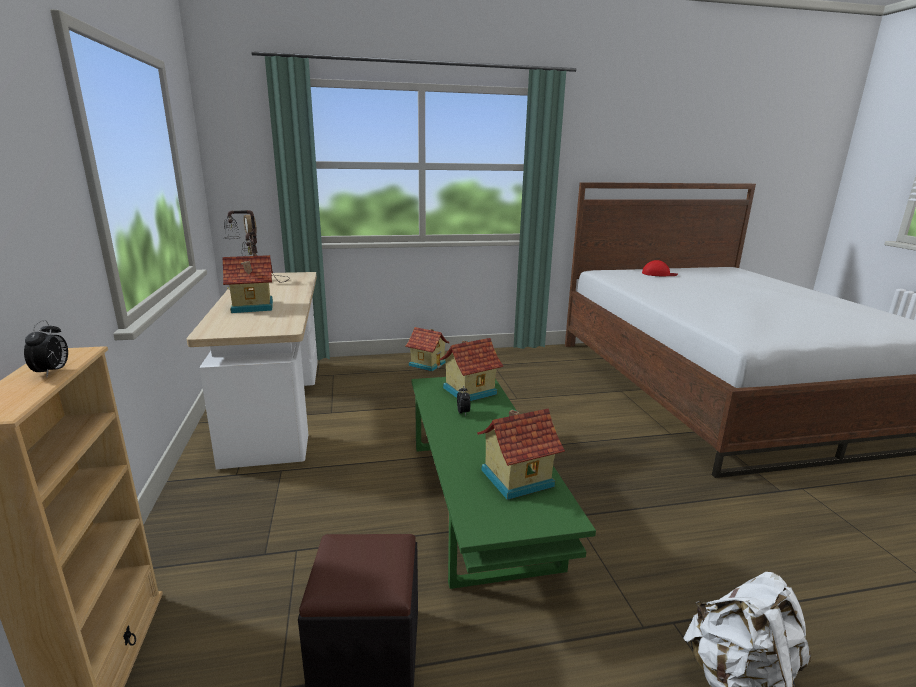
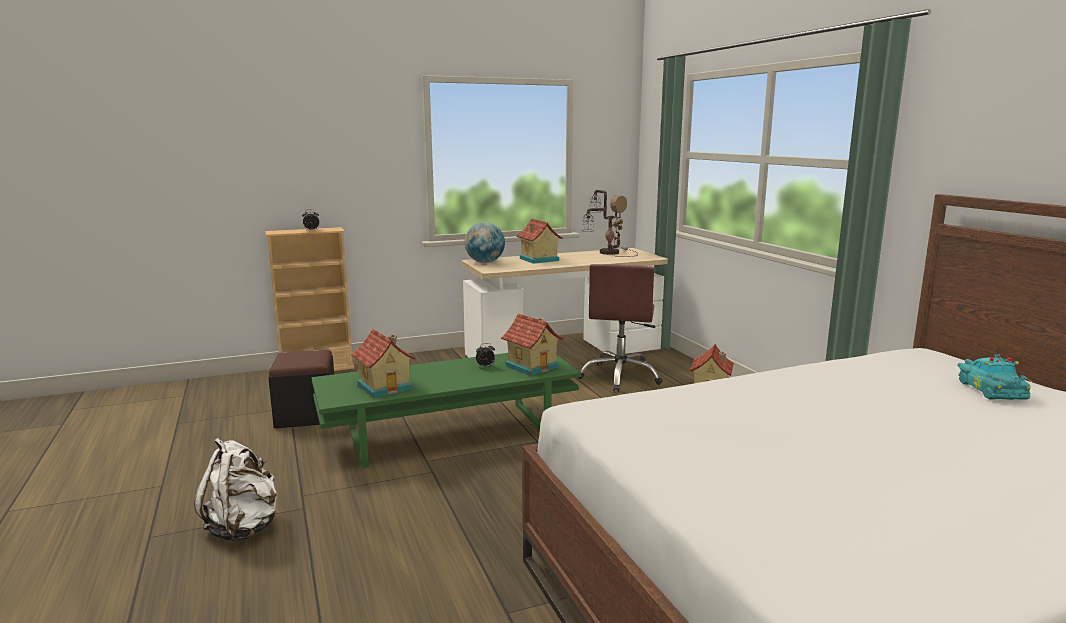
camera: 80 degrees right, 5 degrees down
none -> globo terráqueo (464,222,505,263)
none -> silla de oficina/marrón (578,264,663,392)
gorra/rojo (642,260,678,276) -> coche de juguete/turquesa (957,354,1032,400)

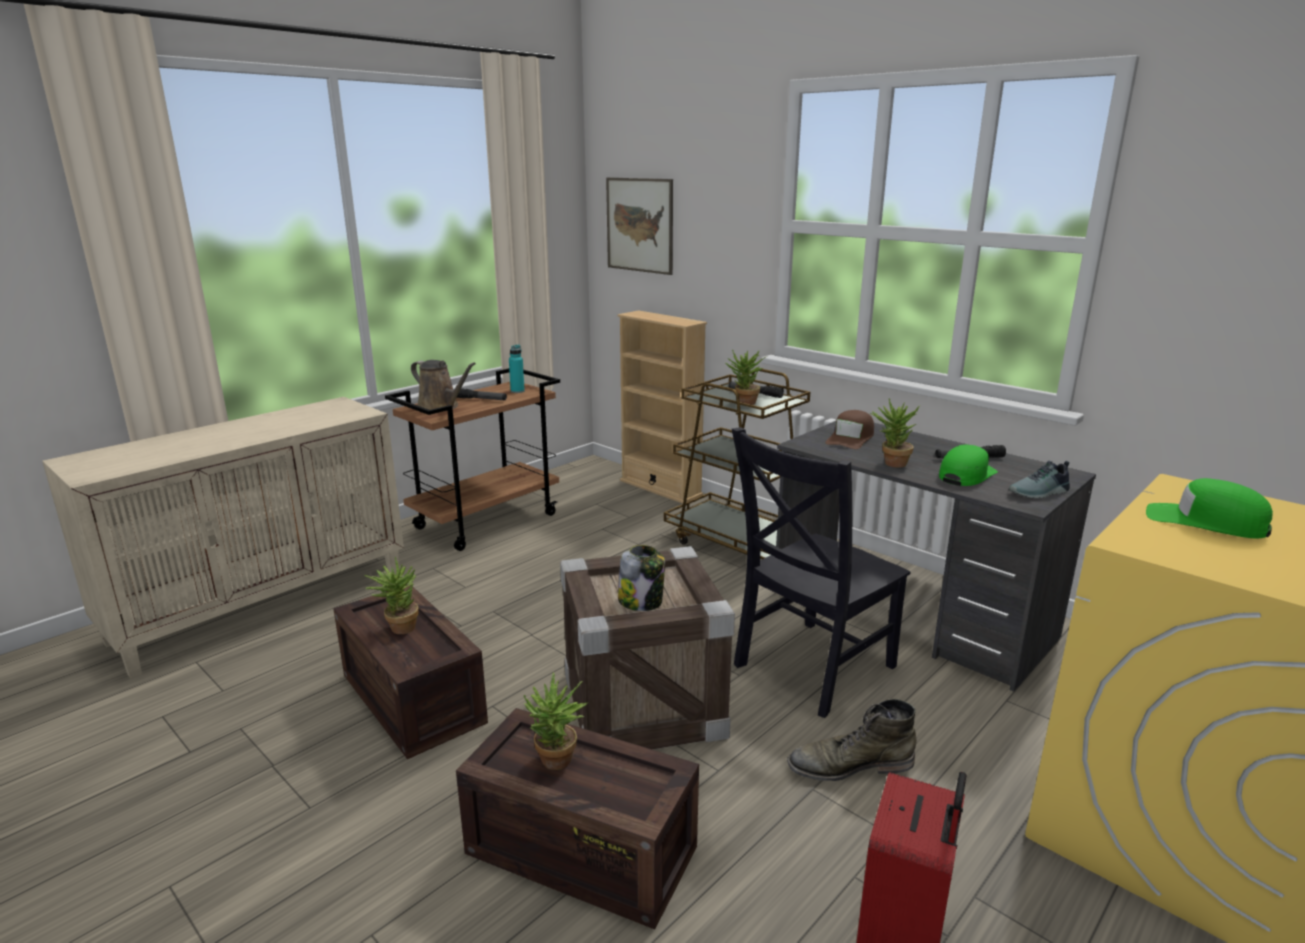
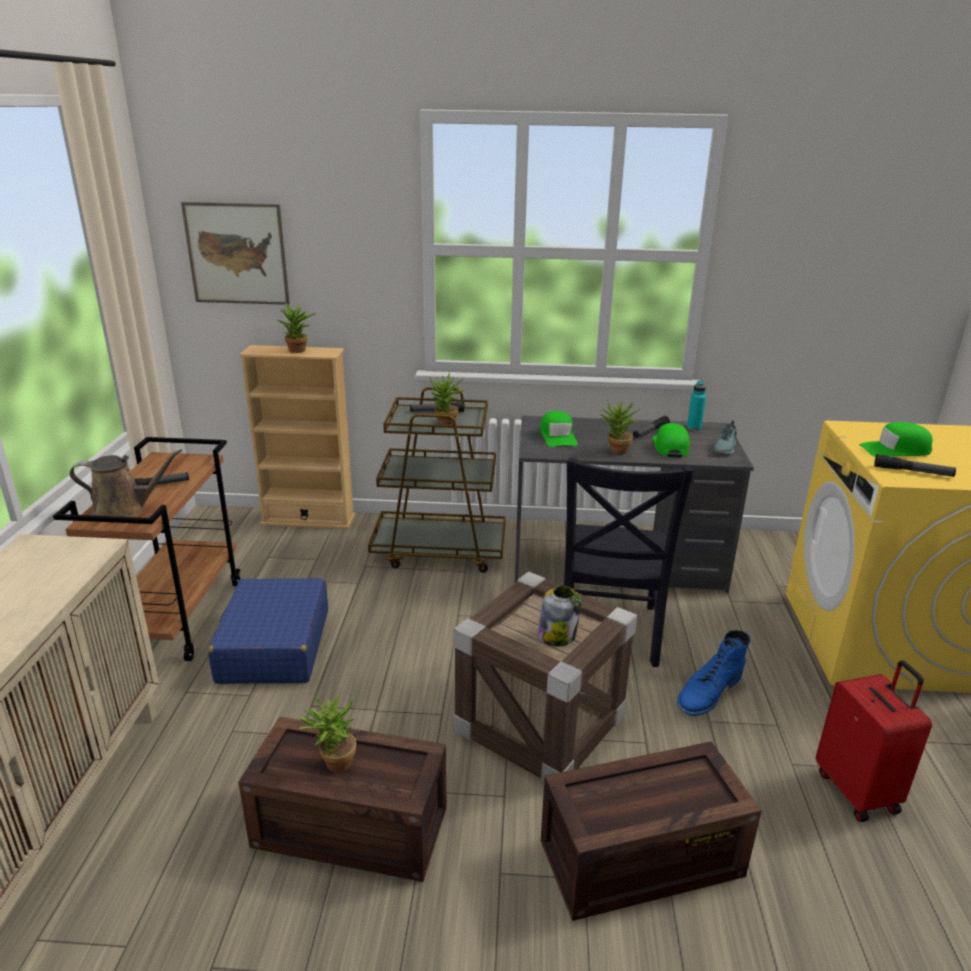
camera: 40 degrees left, 5 degrees up
none -> maleta/azul (208,578,328,684)
none -> linterna (874,454,956,477)
botella/turquesa (509,345,525,393) -> botella/turquesa (687,380,706,431), shifted
planta en maceta (524,672,588,770) -> planta en maceta (278,303,316,353), shifted
bota/verde (787,699,916,781) -> bota/azul (677,630,751,716)
gorra/marrón (825,410,874,449) -> gorra/verde (540,411,578,447)

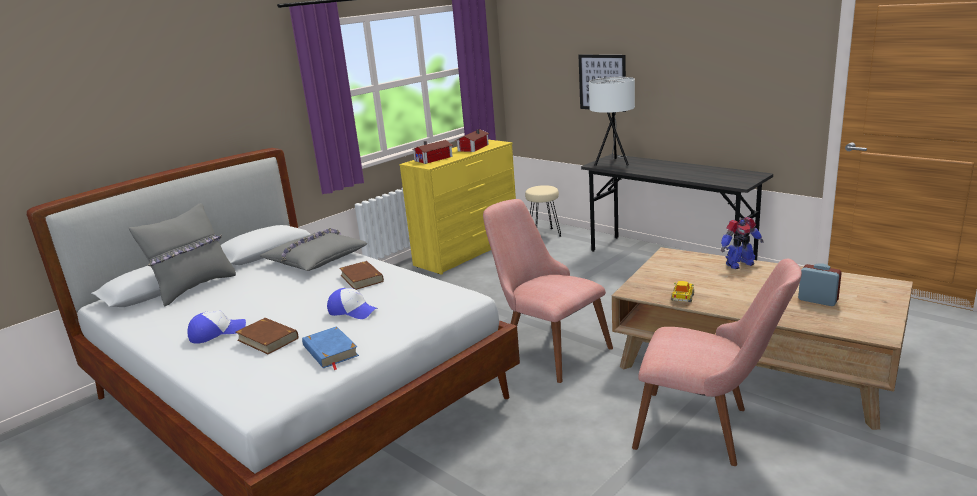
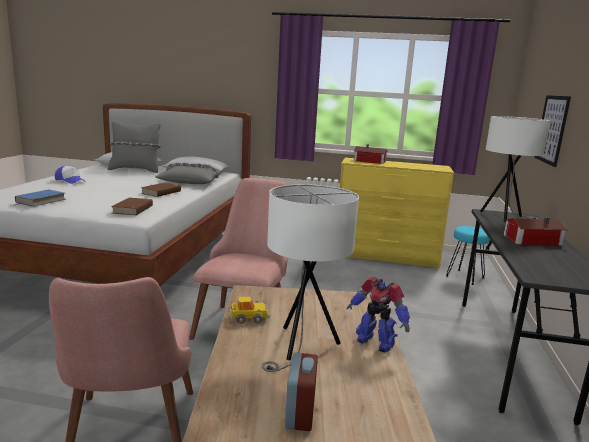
camera: 55 degrees right, 5 degrees down
gorra (327,288,378,319) -> none
none -> lámpara de mesa/blanco (261,184,359,372)
libro/marrón (236,318,298,354) -> libro/marrón (111,198,153,215), shifted
casita (457,129,489,152) -> casita (504,217,568,245), shifted
taburete/beis (525,185,561,237) -> taburete/turquesa (446,226,490,285)

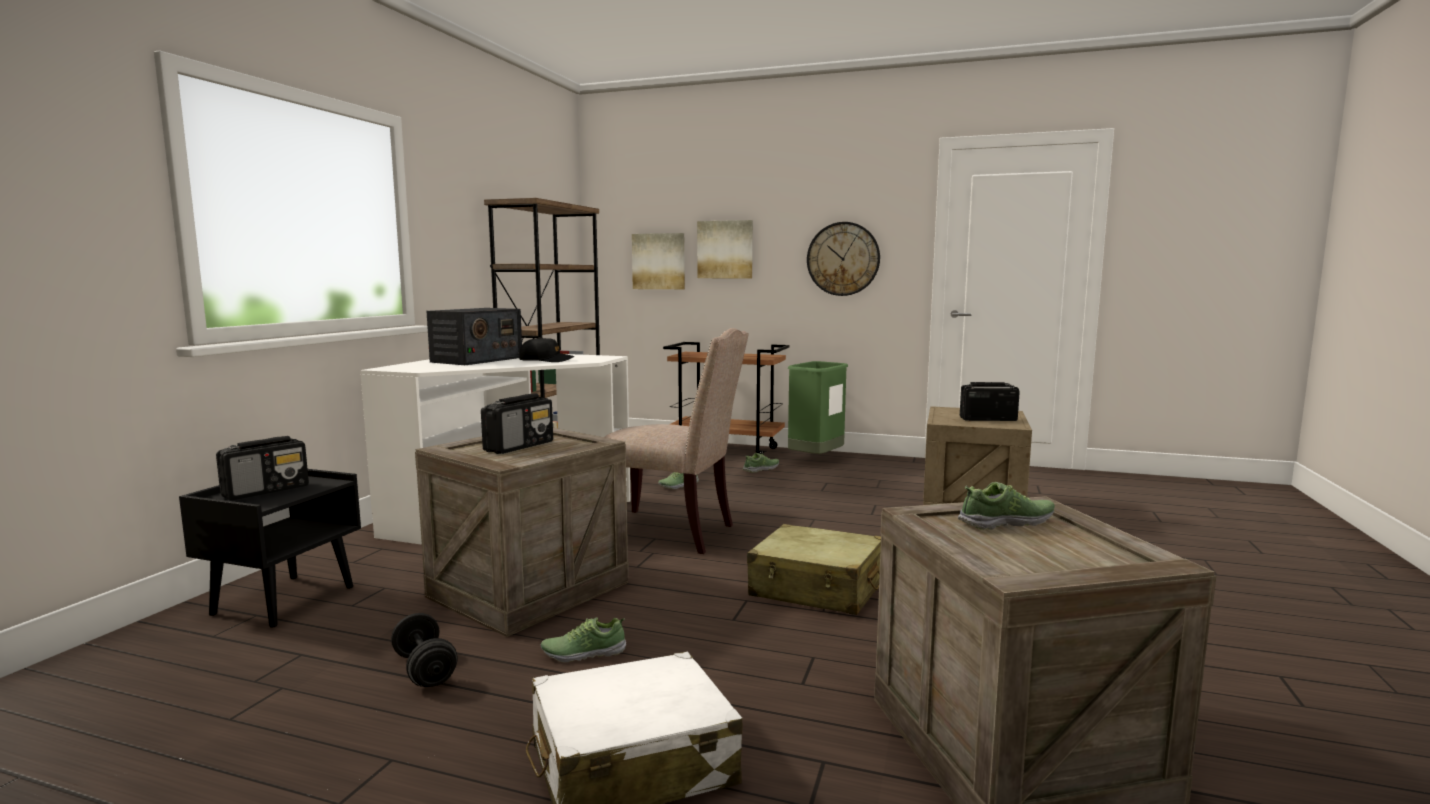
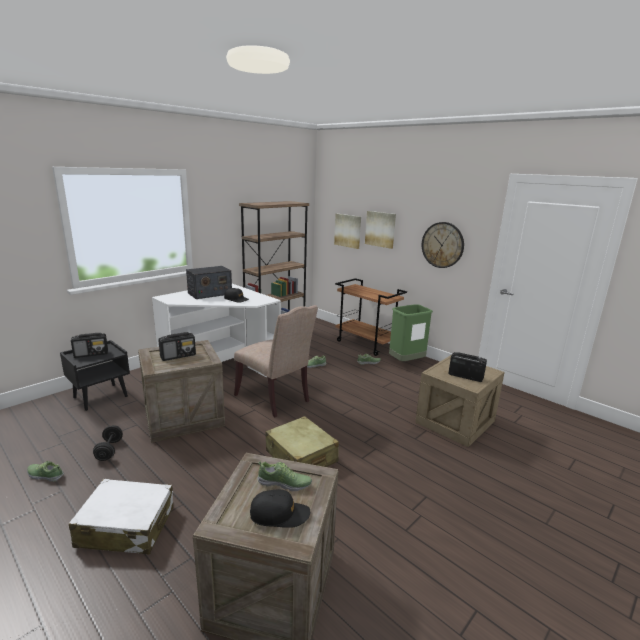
camera: 25 degrees right, 10 degrees up
none -> gorra/negro (250,490,310,528)
zapato (541,618,626,663) -> zapato (27,461,64,482), shifted

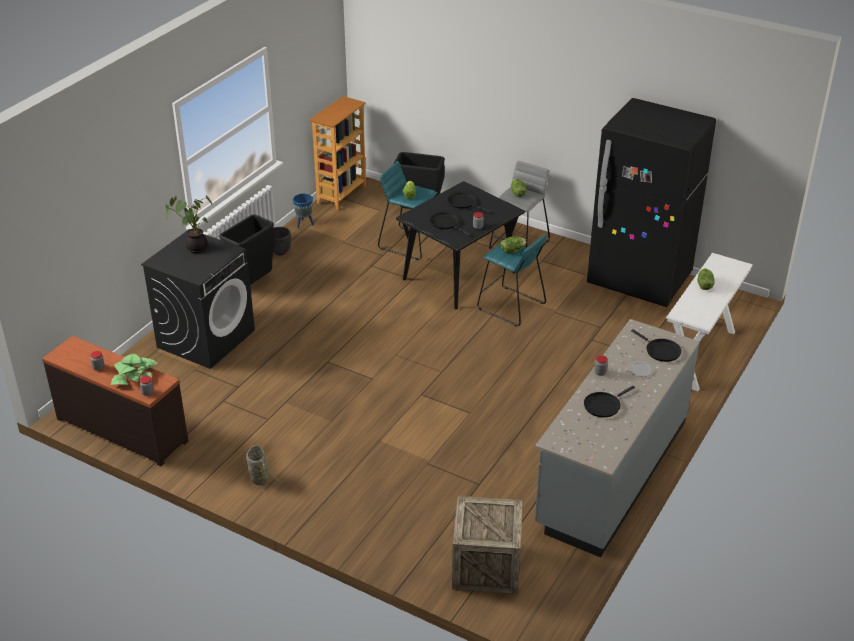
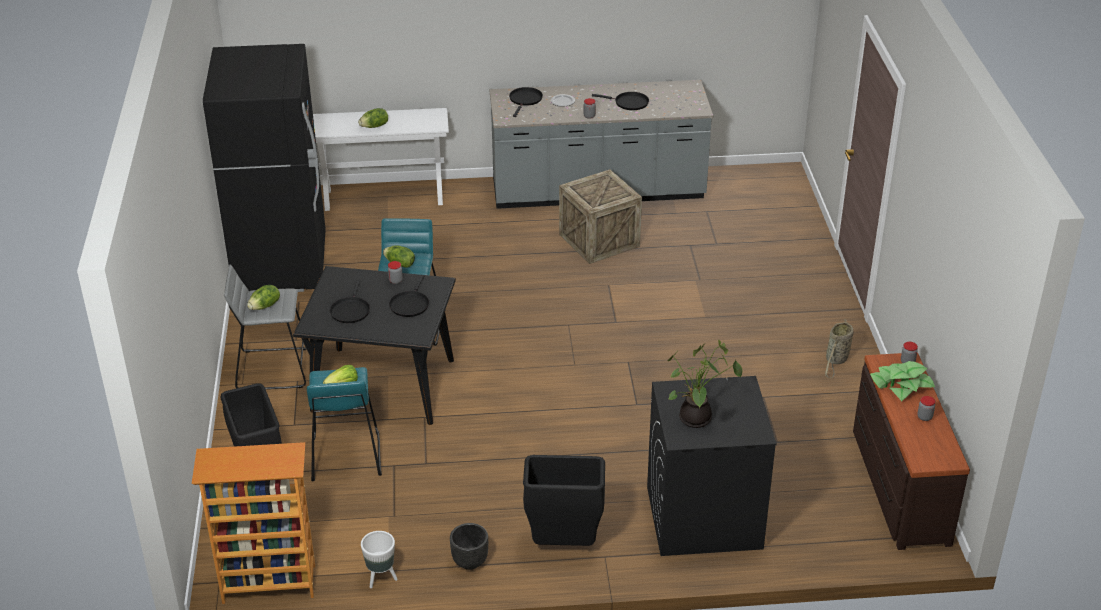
camera: 125 degrees left, 0 degrees up
caja de embalaje (452,496,523,594) -> caja de embalaje (559,169,642,264), shifted
maceta/azul (293,194,314,228) -> maceta/blanco (361,531,398,588)

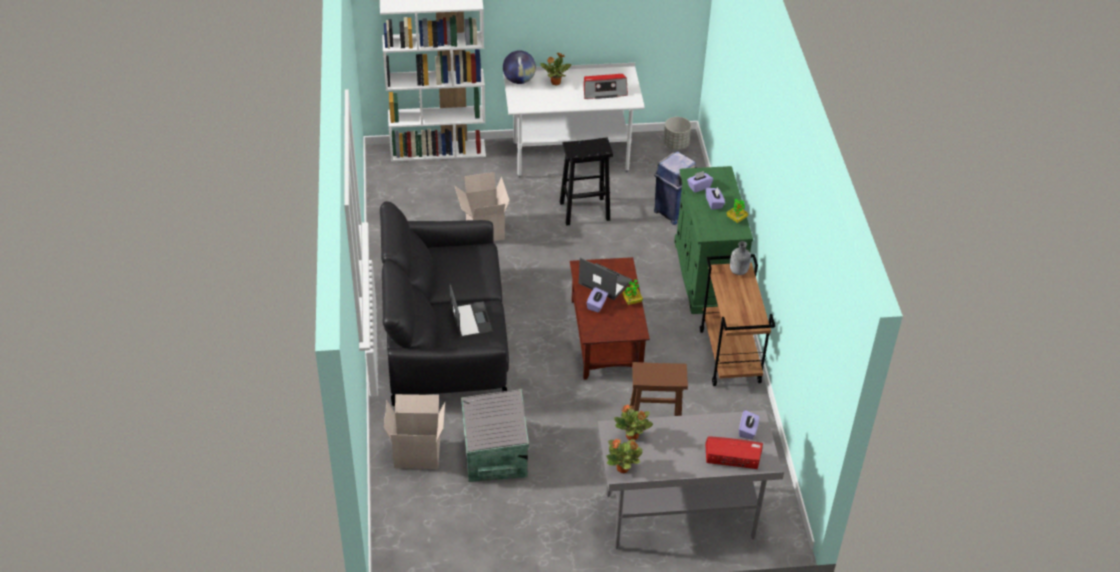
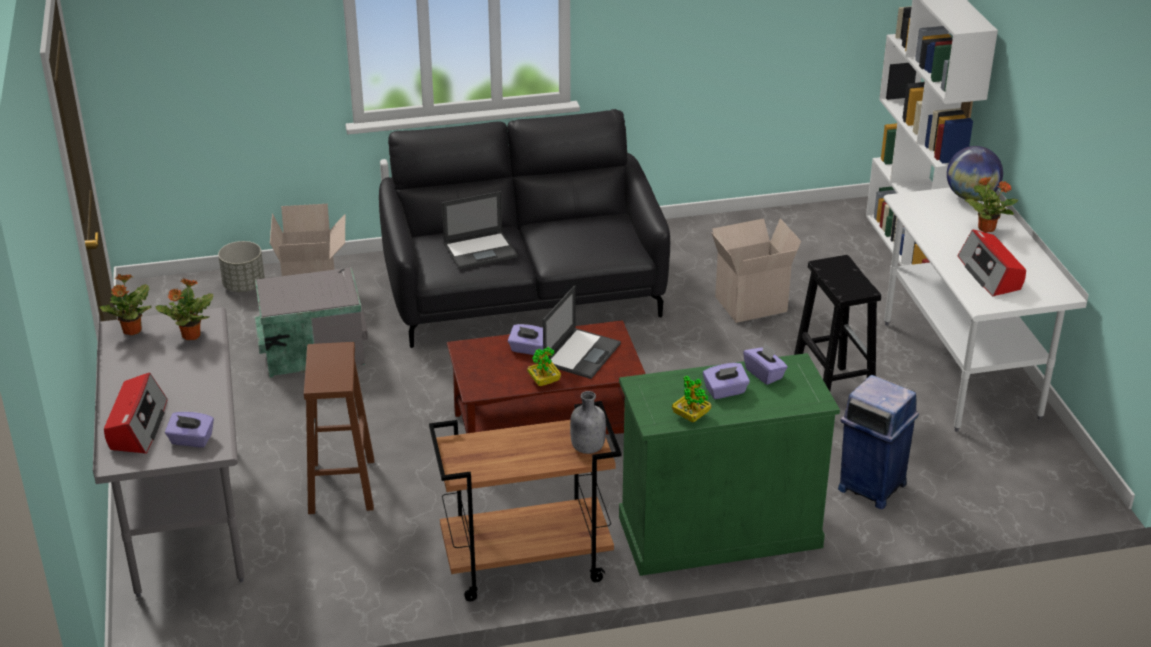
camera: 85 degrees right, 10 degrees down
maceta/gris (663,117,691,150) -> maceta/gris (218,241,265,292), shifted

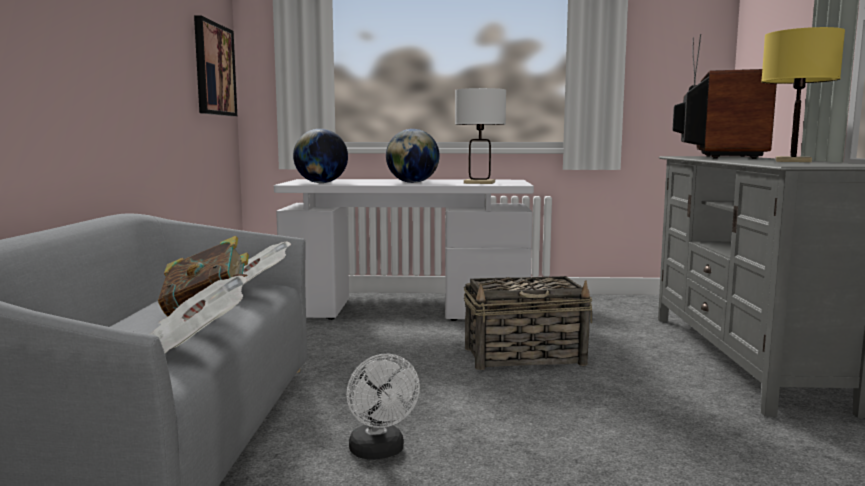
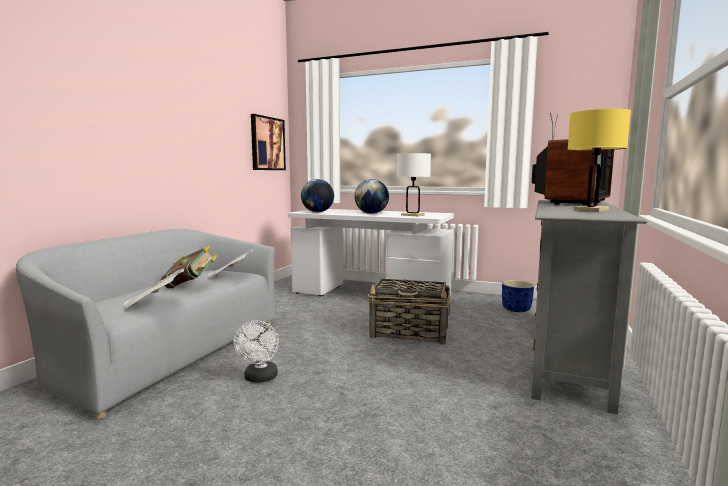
camera: 20 degrees right, 0 degrees up
none -> maceta/azul (502,280,534,312)

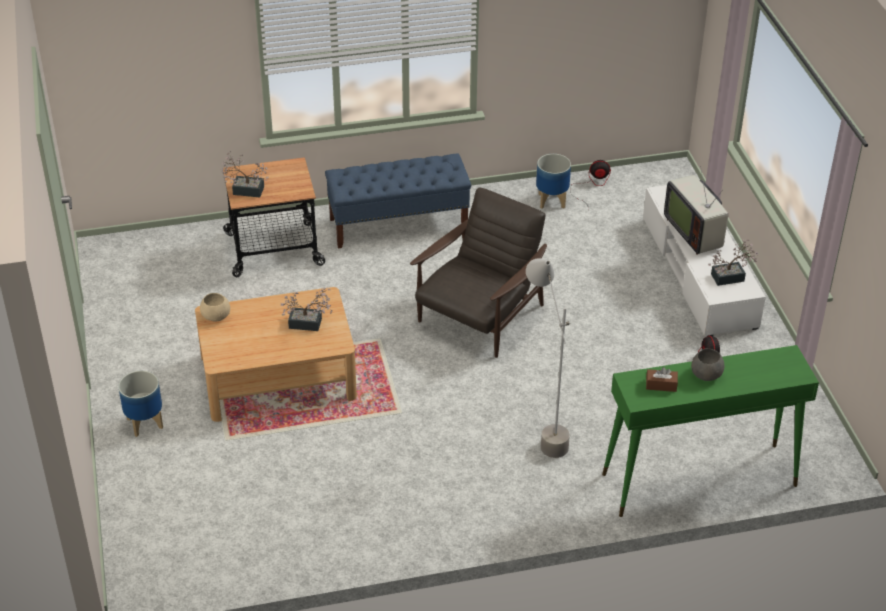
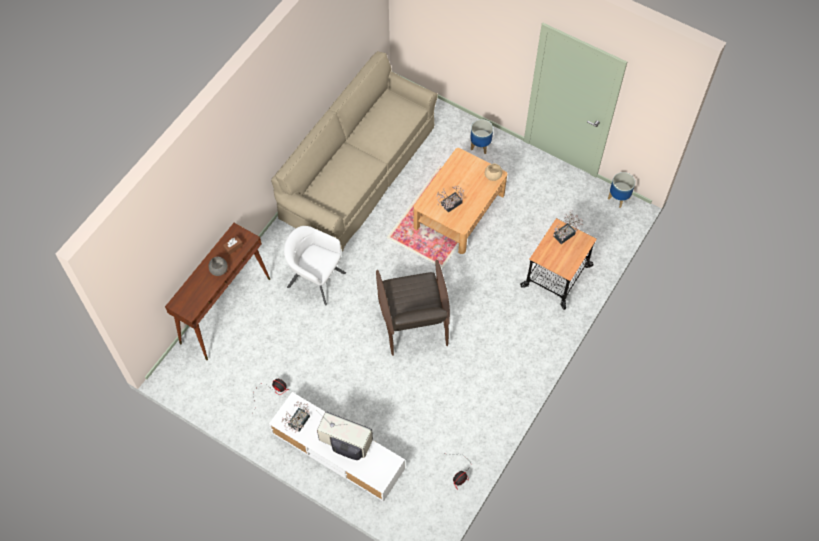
camera: 135 degrees right, 20 degrees up
banco/azul (325,154,471,248) -> none
none -> sofá/beis (271,51,438,252)
maceta (536,154,571,209) -> maceta (608,172,635,208), shifted
lámpara de pie/gris (526,258,571,458) -> sillón/blanco (284,226,346,306)
mesa consola/verde (602,345,819,517) -> mesa consola/marrón (165,223,270,360)

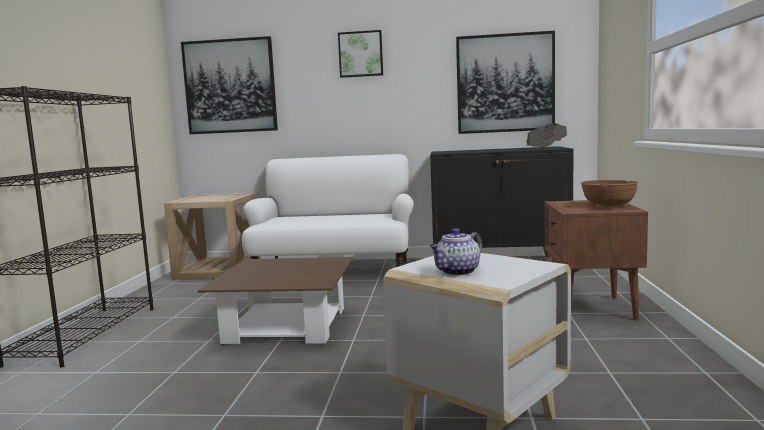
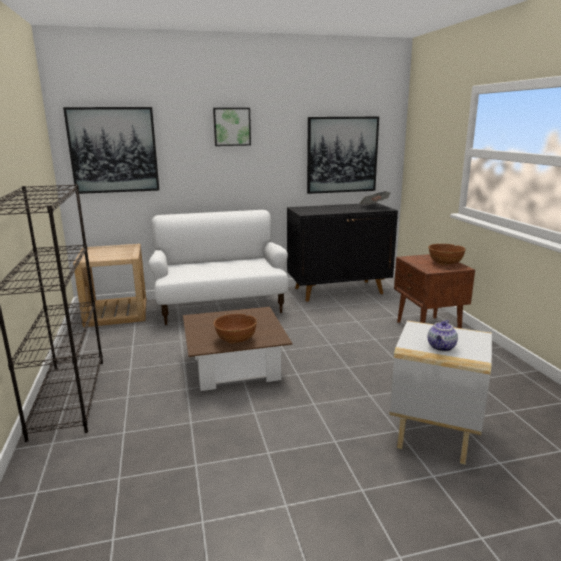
camera: 20 degrees left, 10 degrees up
none -> cuenco/marrón (214,314,257,344)

